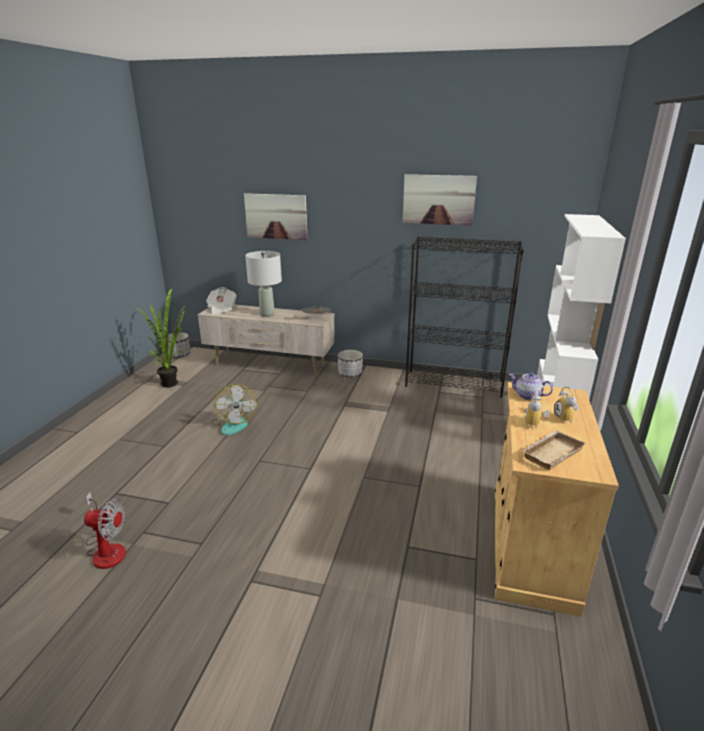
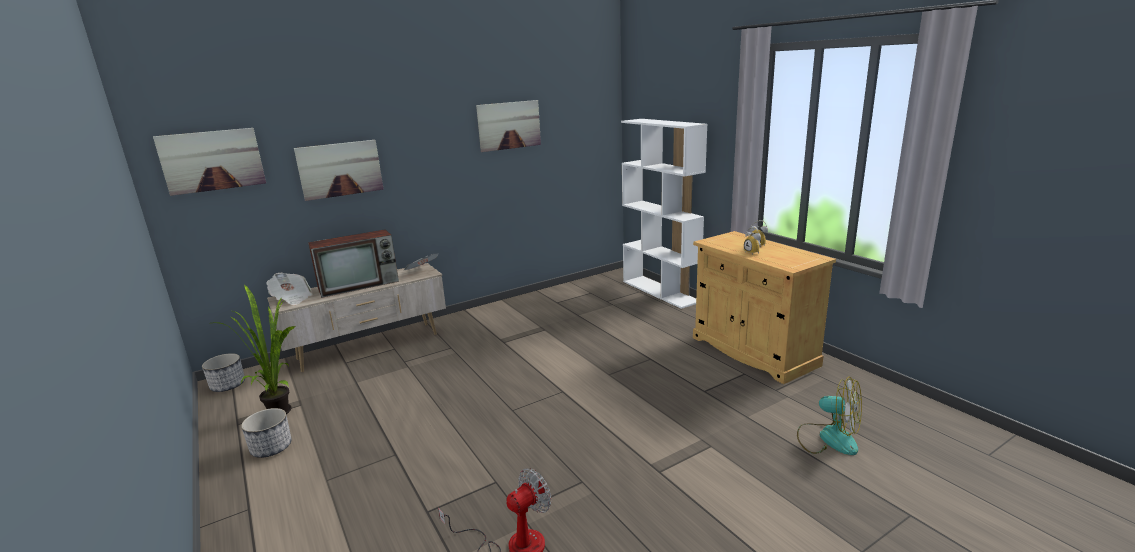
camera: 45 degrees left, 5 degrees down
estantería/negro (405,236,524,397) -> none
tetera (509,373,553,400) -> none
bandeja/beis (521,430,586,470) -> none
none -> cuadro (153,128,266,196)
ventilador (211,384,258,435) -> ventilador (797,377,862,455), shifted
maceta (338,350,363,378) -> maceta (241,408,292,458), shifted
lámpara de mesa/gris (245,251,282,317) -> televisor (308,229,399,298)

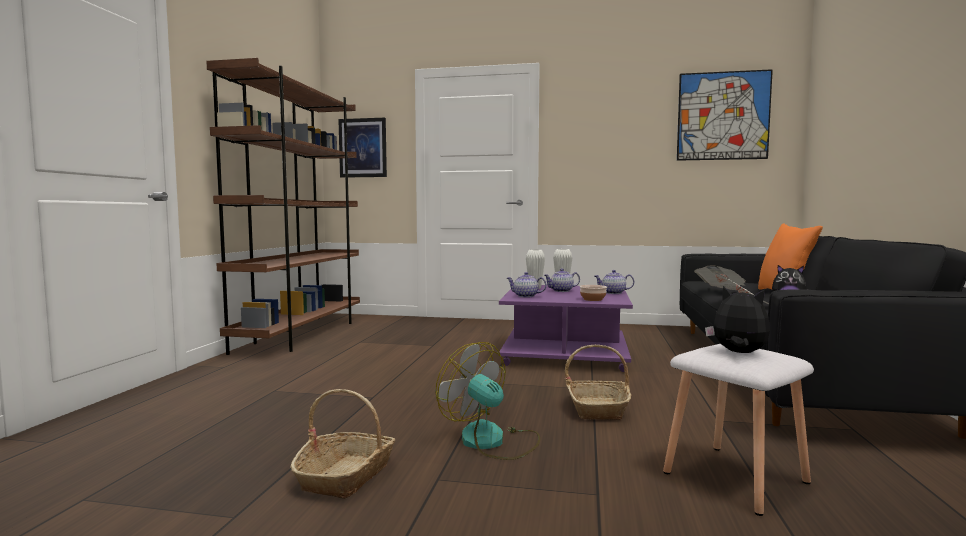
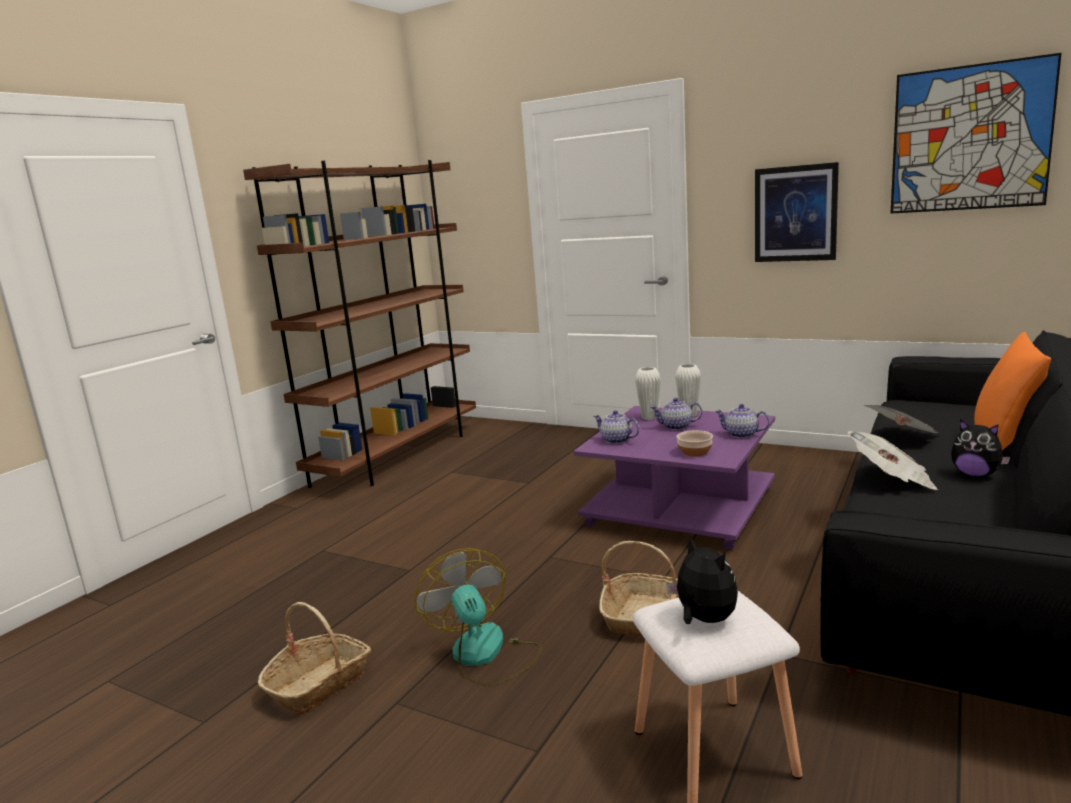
camera: 20 degrees right, 10 degrees up
cuadro (338,118,387,178) -> cuadro (755,162,839,262), shifted

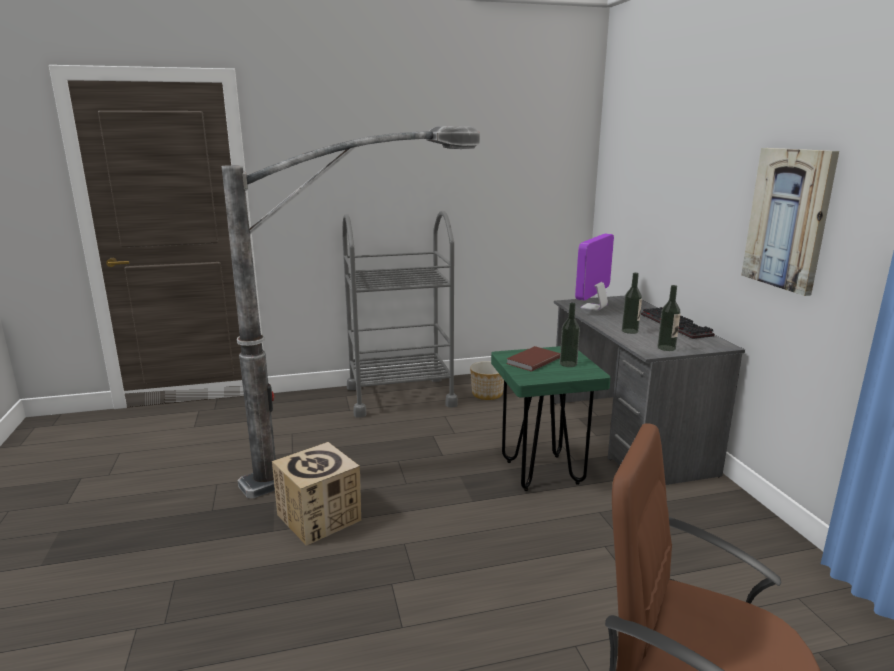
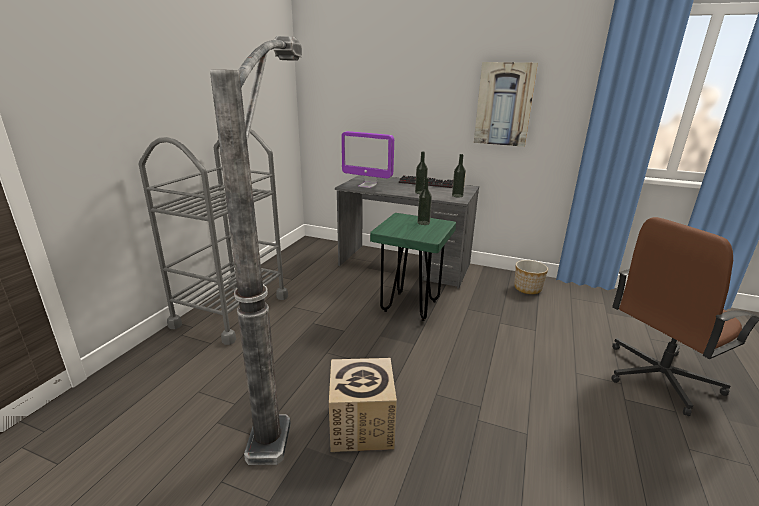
camera: 55 degrees left, 5 degrees up
libro/marrón (506,346,560,372) -> none
maceta (470,361,504,400) -> maceta (514,260,548,294), shifted
monitor (575,234,614,311) -> monitor (341,131,394,188), 45 degrees counterclockwise

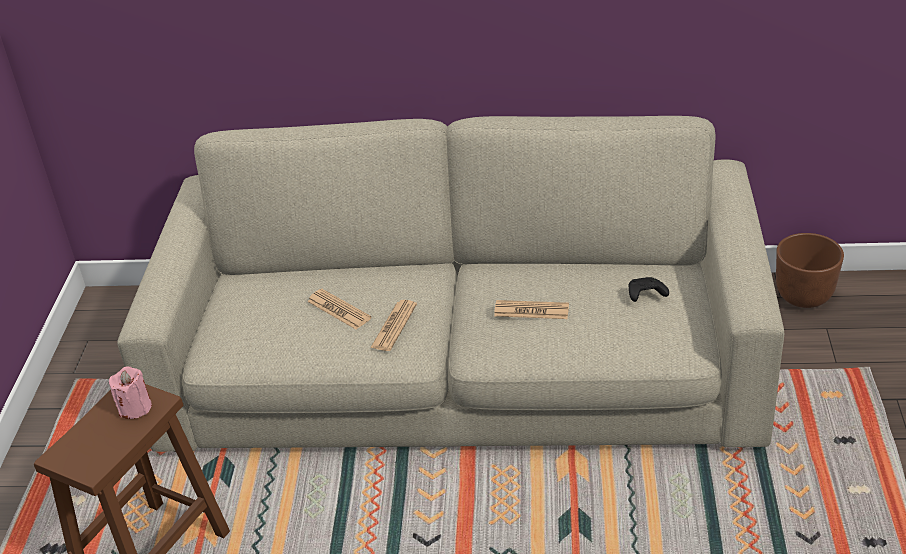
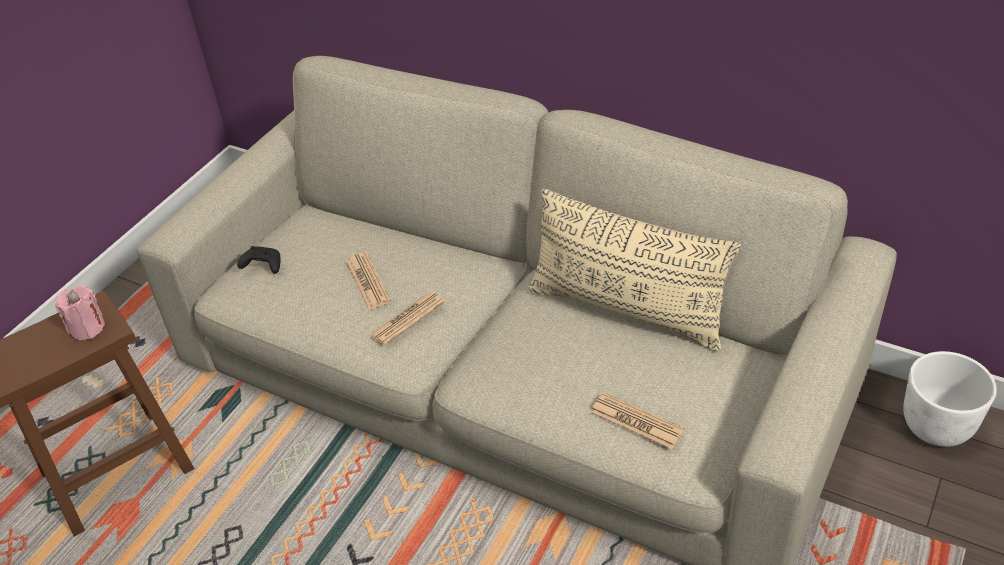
camera: 25 degrees right, 5 degrees up
none -> cojín/beis (529,189,741,351)
periódico (494,300,569,319) -> periódico (590,392,684,449), shifted
mando de consola/negro (629,277,669,302) -> mando de consola/negro (237,246,280,274), shifted
maceta/marrón (776,233,844,308) -> maceta/blanco (903,351,997,447)

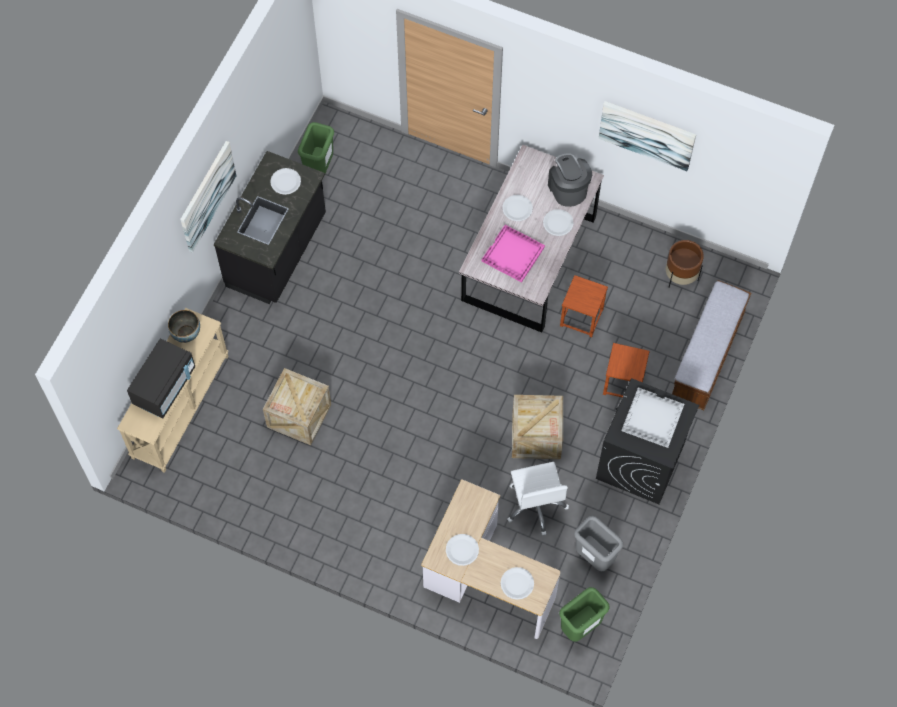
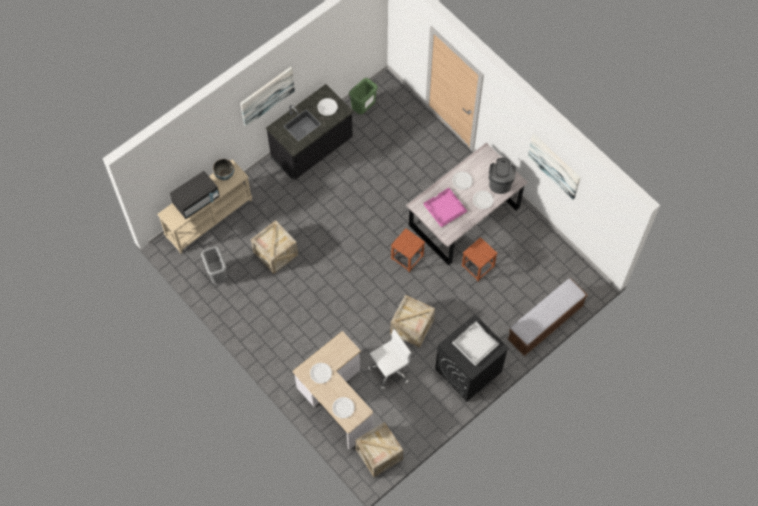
camera: 25 degrees right, 0 degrees up
maceta/marrón (666,240,704,288) -> none
papelera/gris (574,516,623,571) -> papelera/gris (201,246,227,284), shifted
taburete/marrón (603,343,650,398) -> taburete/marrón (391,228,425,272), shifted
papelera/verde (559,587,610,642) -> caja de embalaje (355,422,403,477)
silla de oficina/blanco (507,462,569,535) -> silla de oficina/blanco (368,329,411,389), 135 degrees counterclockwise

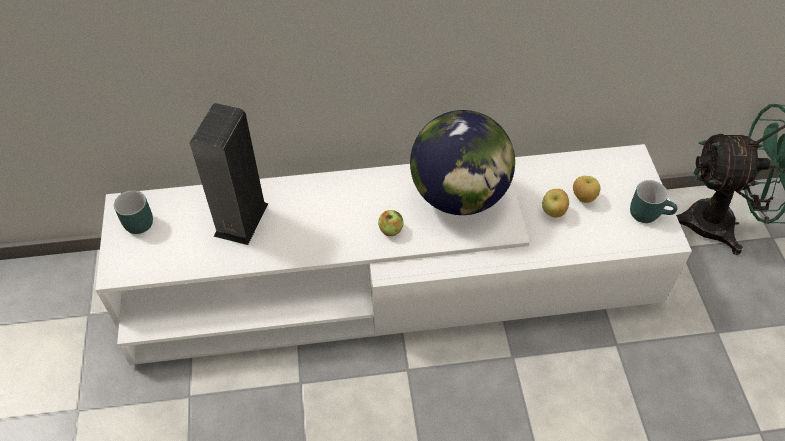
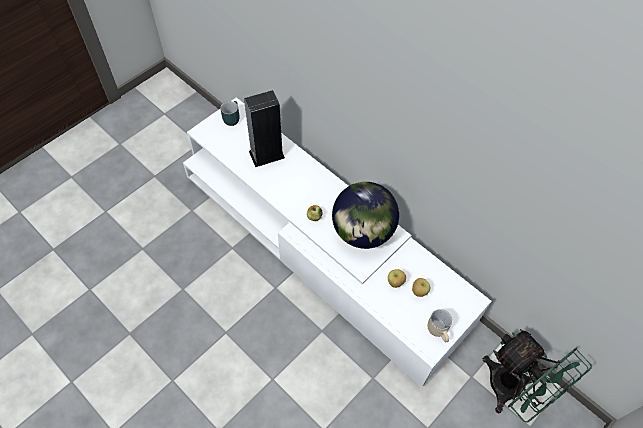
camera: 50 degrees right, 5 degrees up
taza grande/turquesa (630,180,677,223) -> taza grande/beis (427,309,452,342)

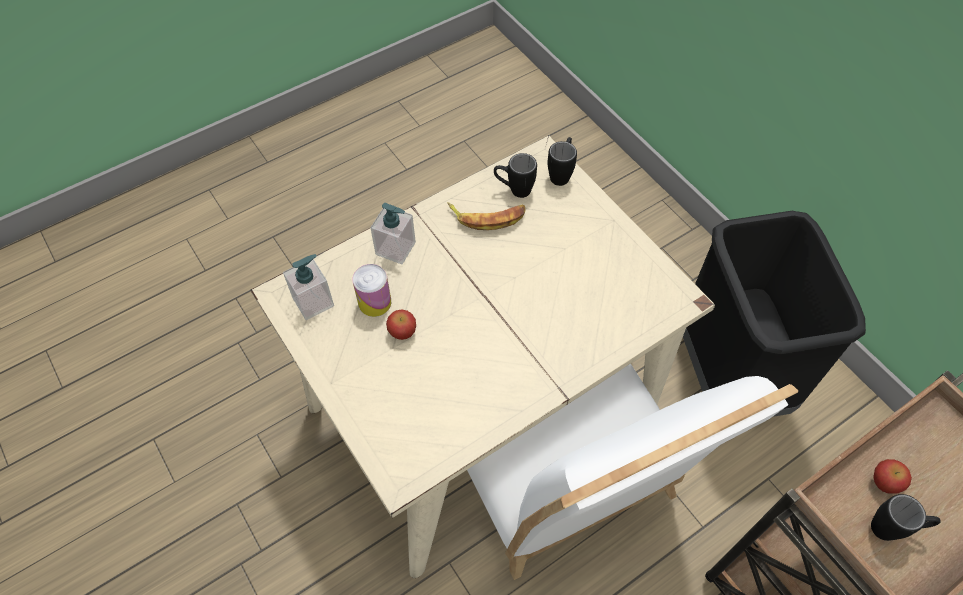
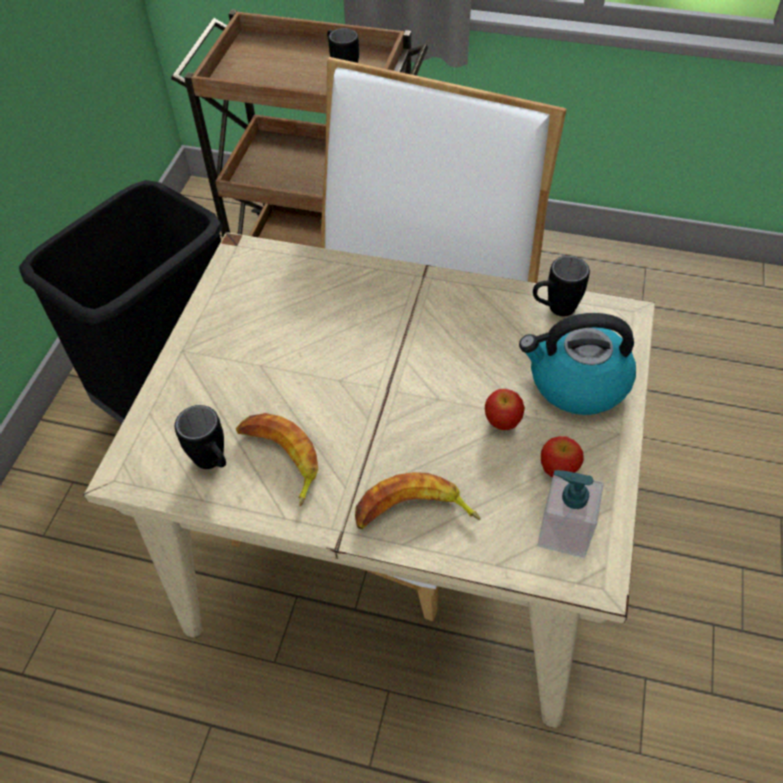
camera: 130 degrees left, 5 degrees down
lata (352,264,391,317) -> none
none -> hervidor (519,313,636,415)
taza grande/negro (548,137,577,186) -> taza grande/negro (533,256,590,316), shifted
manzana (873,459,912,494) -> manzana (541,436,584,477), shifted
dispensador de jabón (370,203,416,264) -> plátano (355,472,480,529)

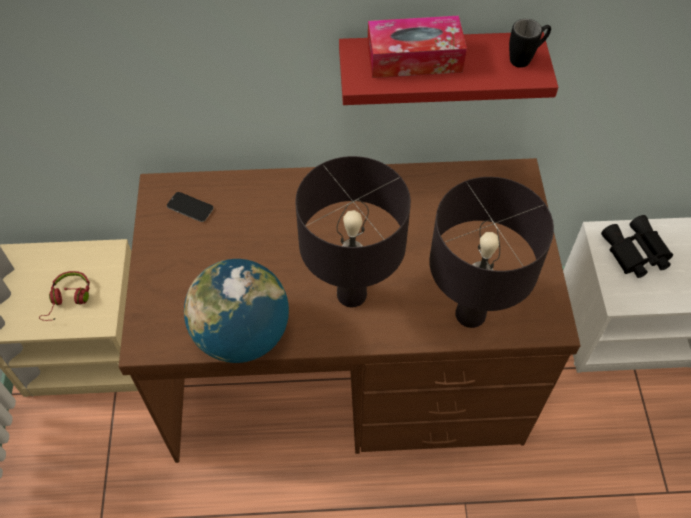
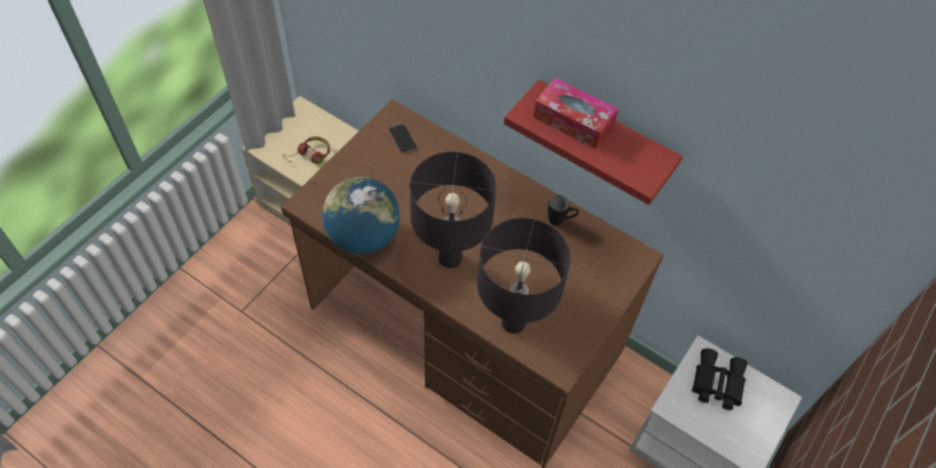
camera: 35 degrees right, 0 degrees up
taza grande/negro (509,19,551,68) -> taza grande/negro (548,195,579,226), shifted

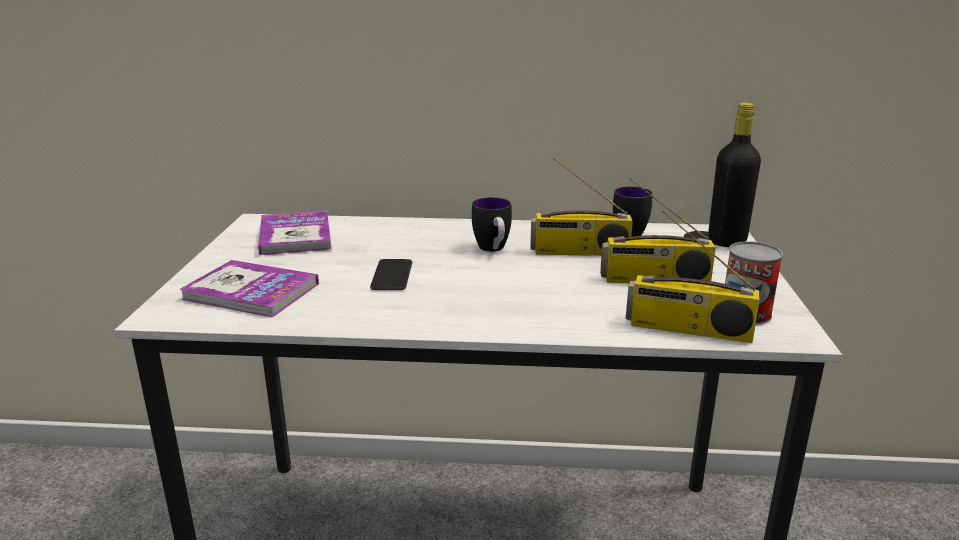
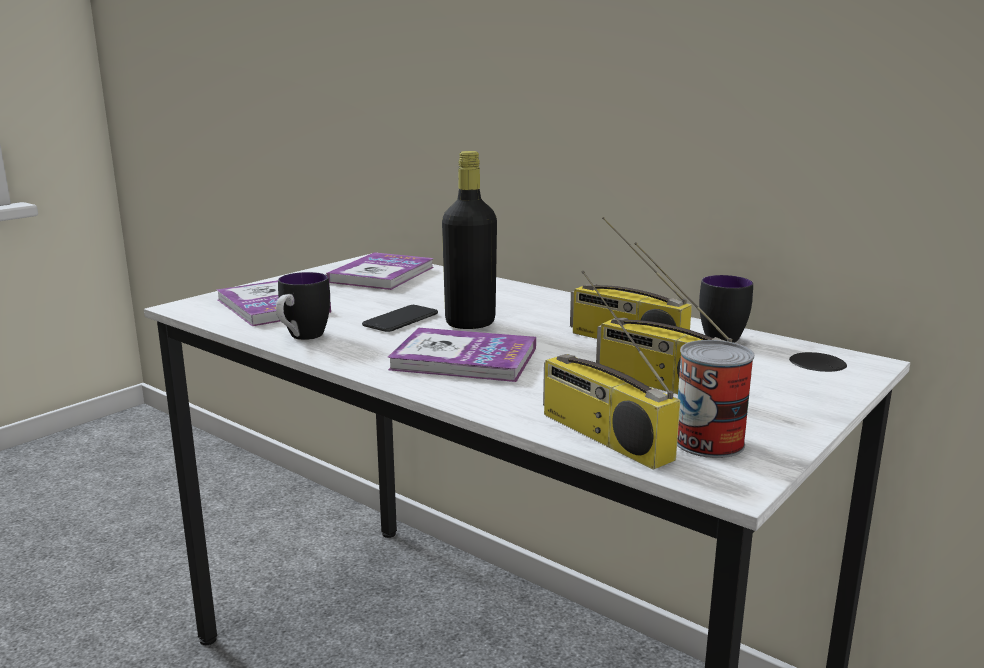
camera: 35 degrees right, 5 degrees down
none -> libro (387,328,536,382)
taza grande (472,197,512,252) -> taza grande (276,272,330,340), shifted
botella/negro (708,103,761,247) -> botella/negro (442,151,497,329), shifted

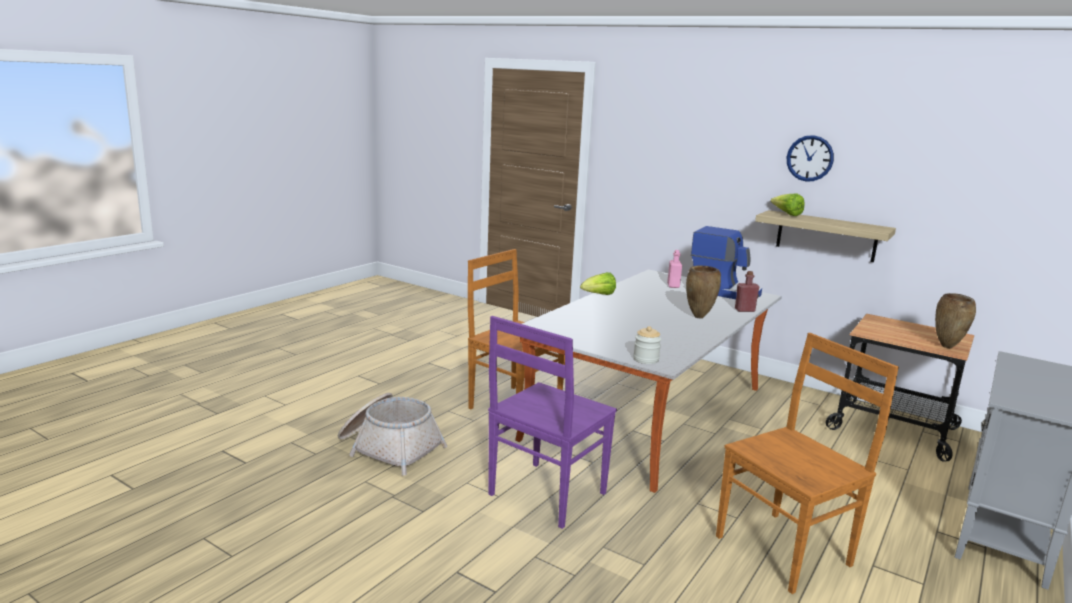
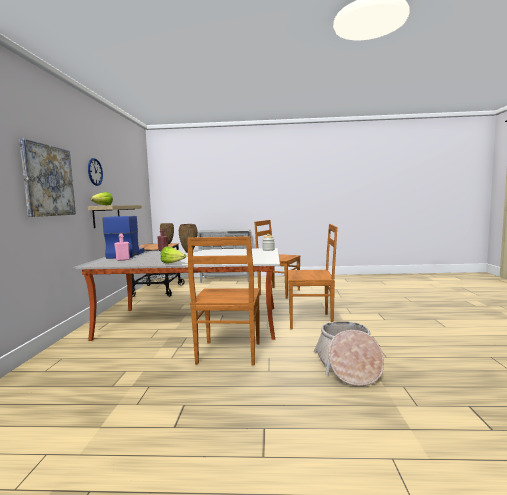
camera: 120 degrees left, 10 degrees down
none -> cuadro (19,139,76,217)
silla/morado (488,316,617,529) -> silla/marrón (288,224,337,330)

